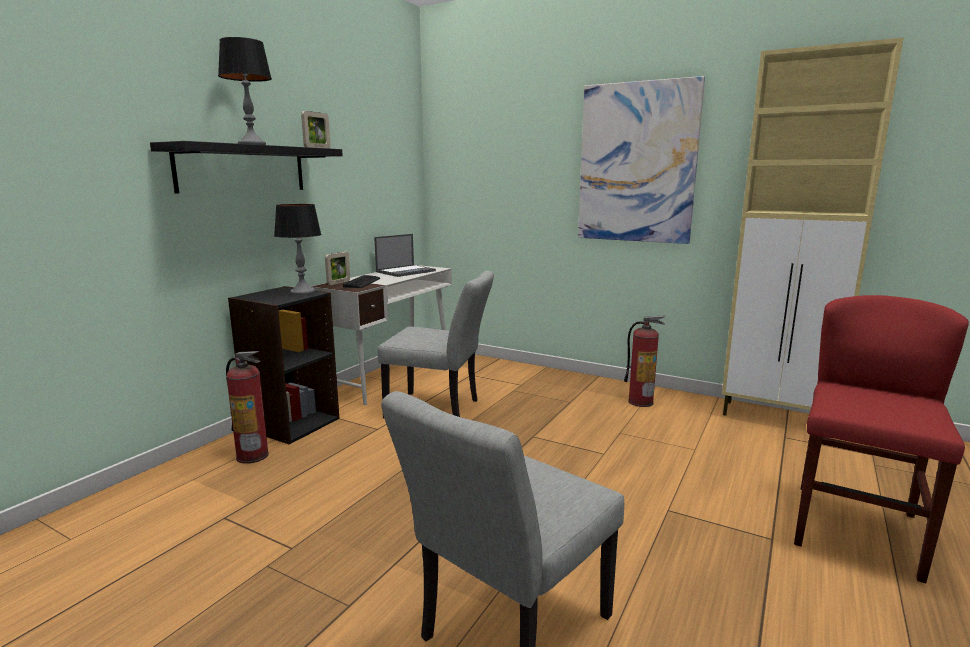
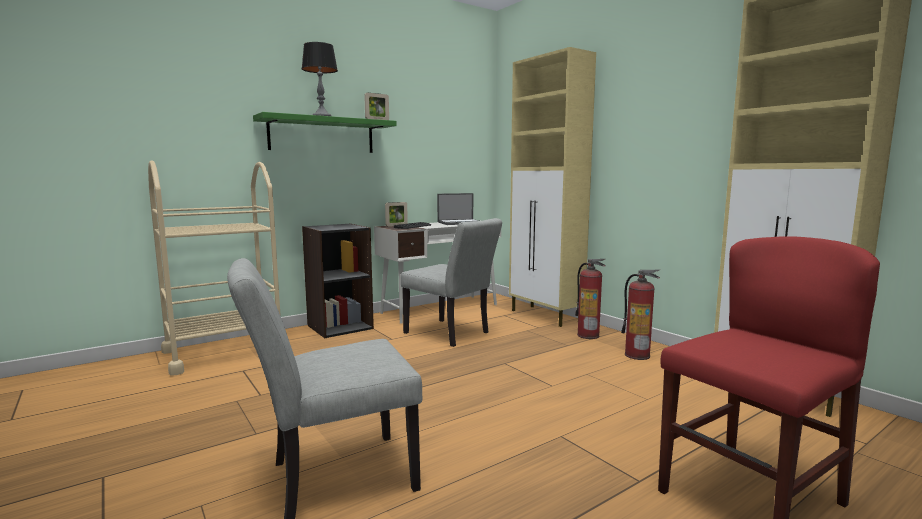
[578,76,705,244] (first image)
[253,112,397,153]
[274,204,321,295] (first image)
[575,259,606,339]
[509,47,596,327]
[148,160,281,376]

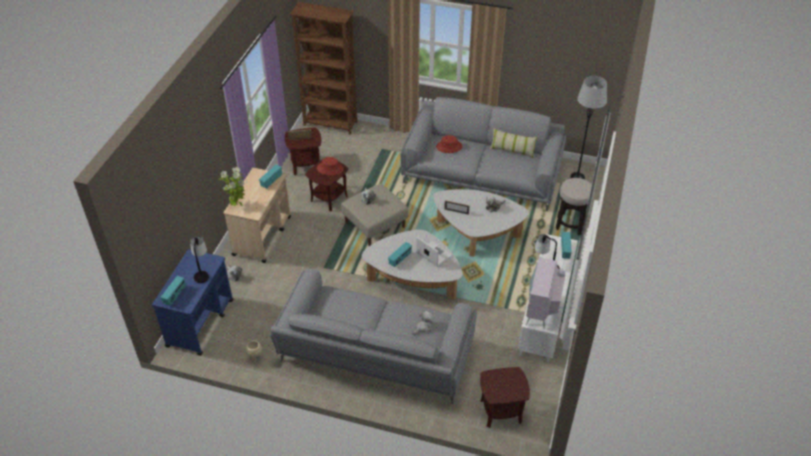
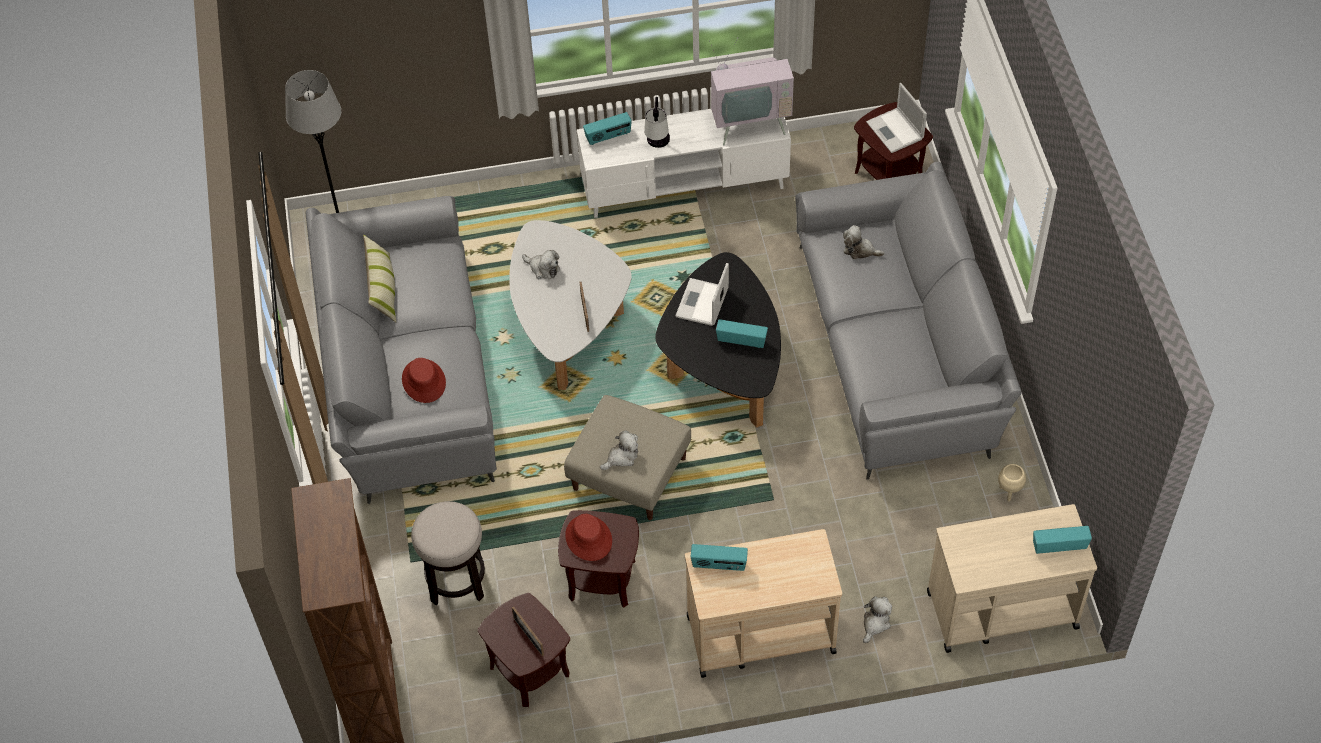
[218,167,245,206] (first image)
[411,501,485,605]
[655,252,781,428]
[190,236,209,283] (first image)
[927,504,1097,653]
[866,83,927,153]

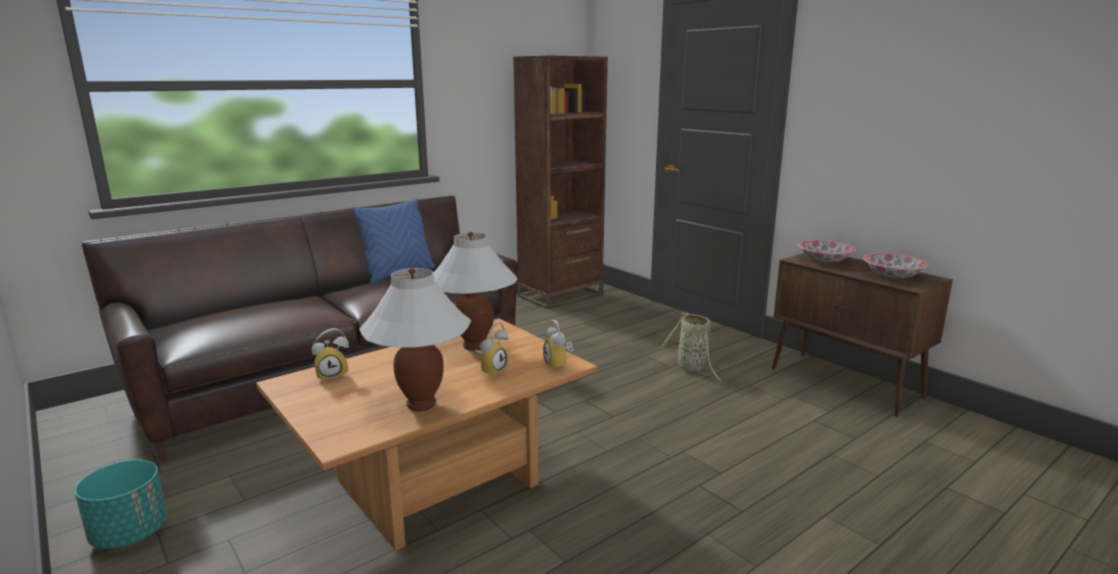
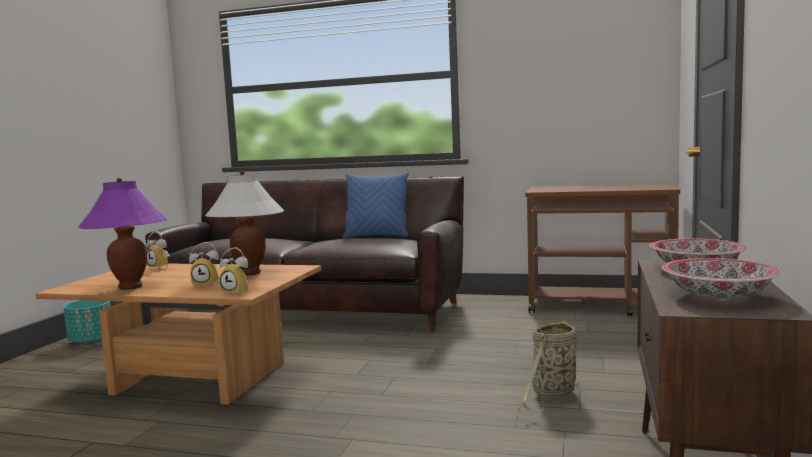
[526,183,680,316]
[78,178,167,290]
[220,247,248,296]

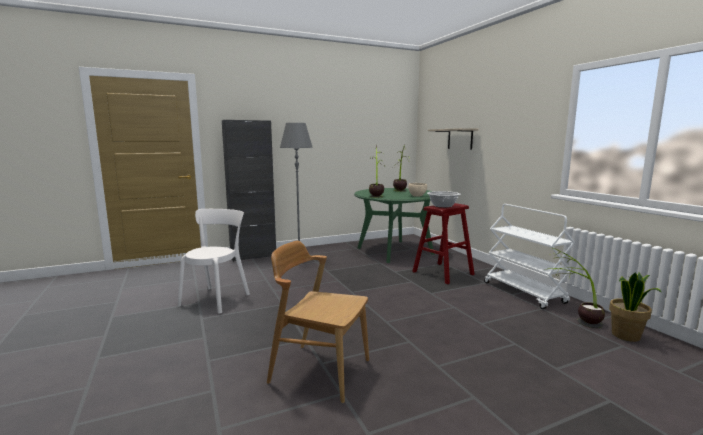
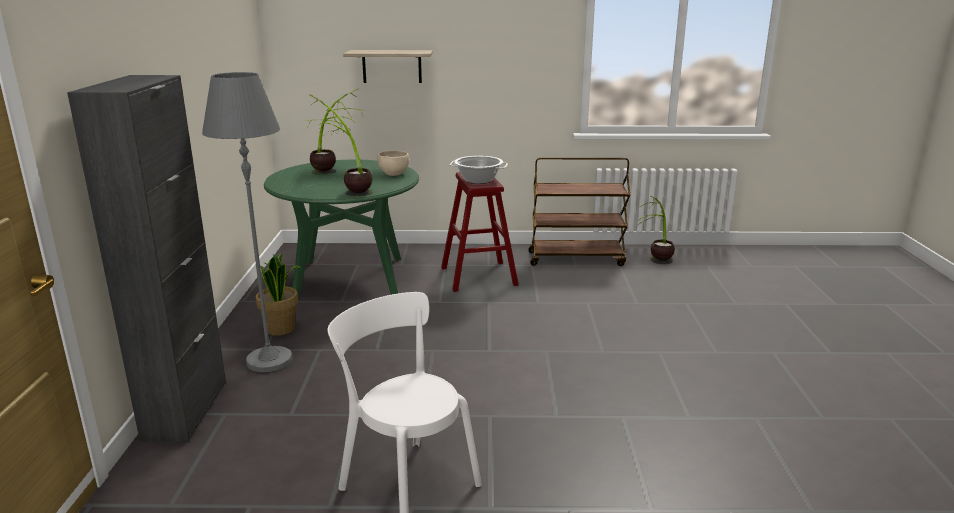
[528,157,630,266]
[267,241,369,403] (first image)
[256,252,301,336]

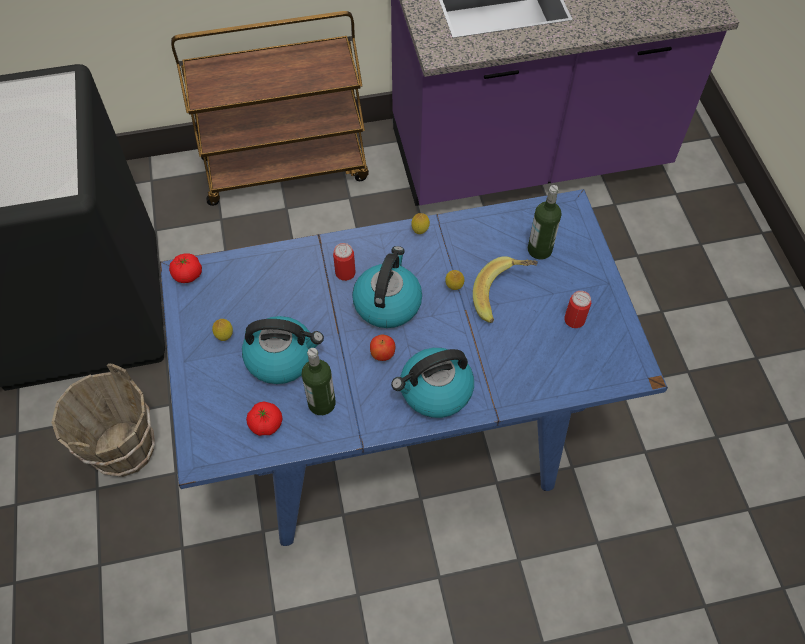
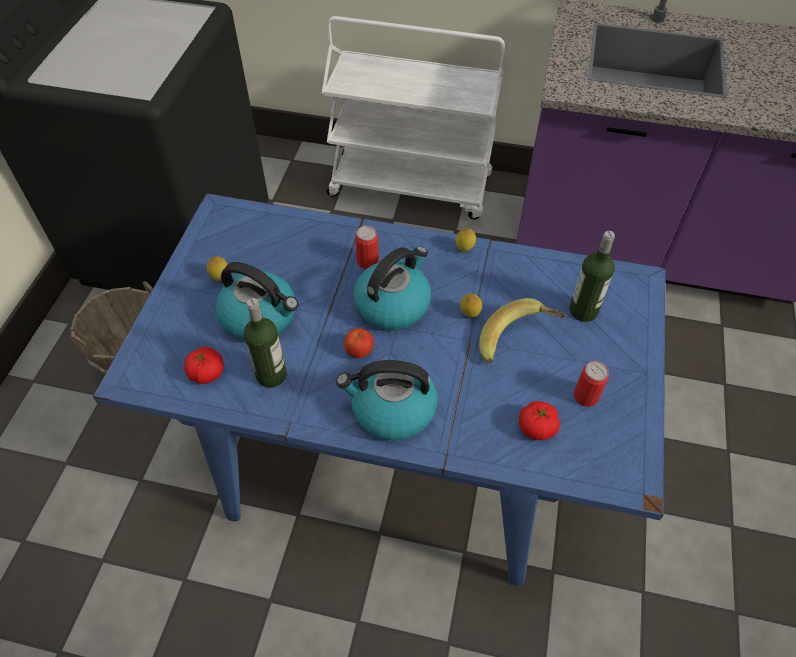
[322,16,505,220]
[519,401,560,441]

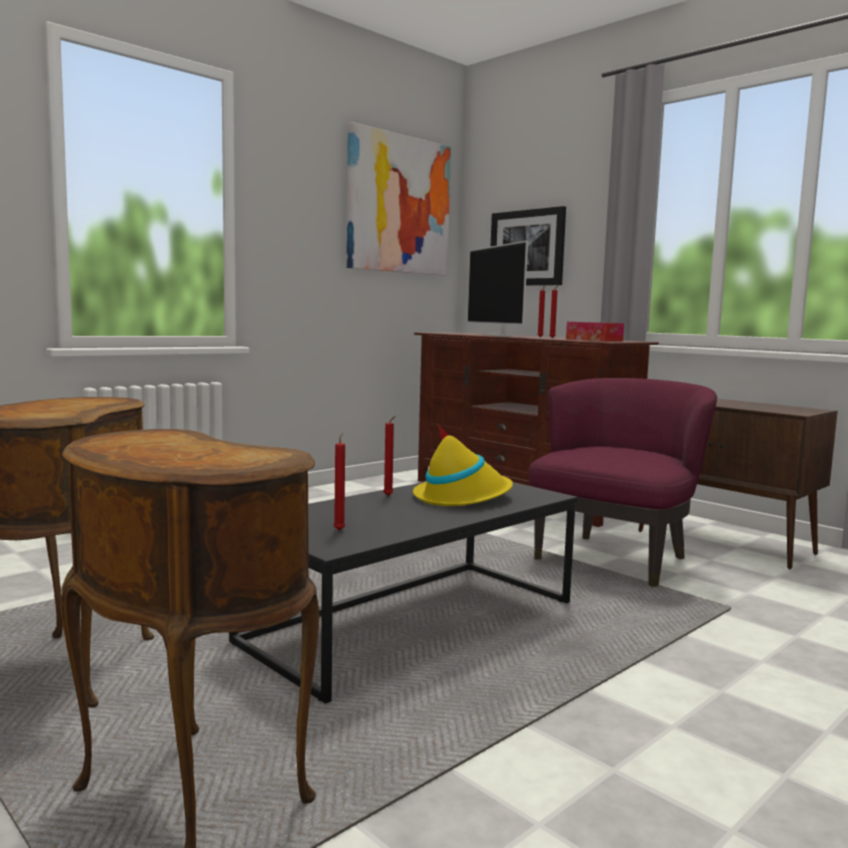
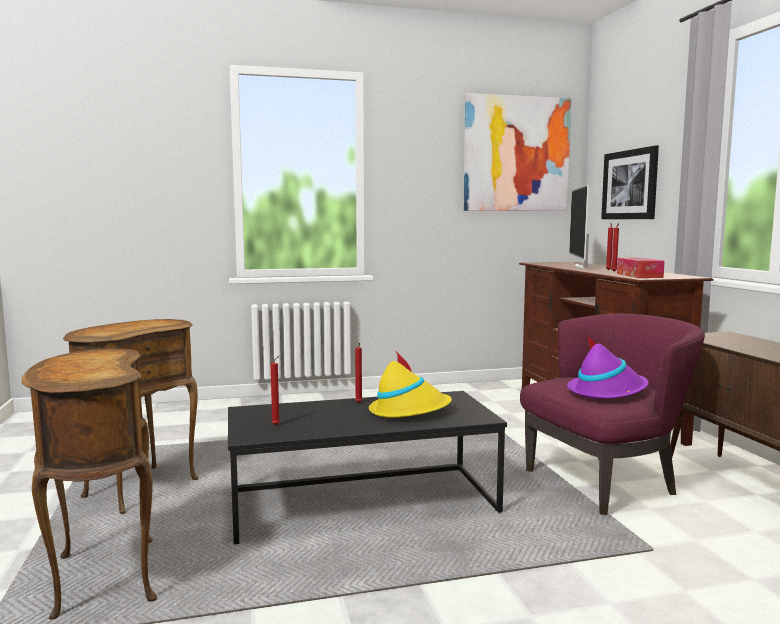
[567,334,649,399]

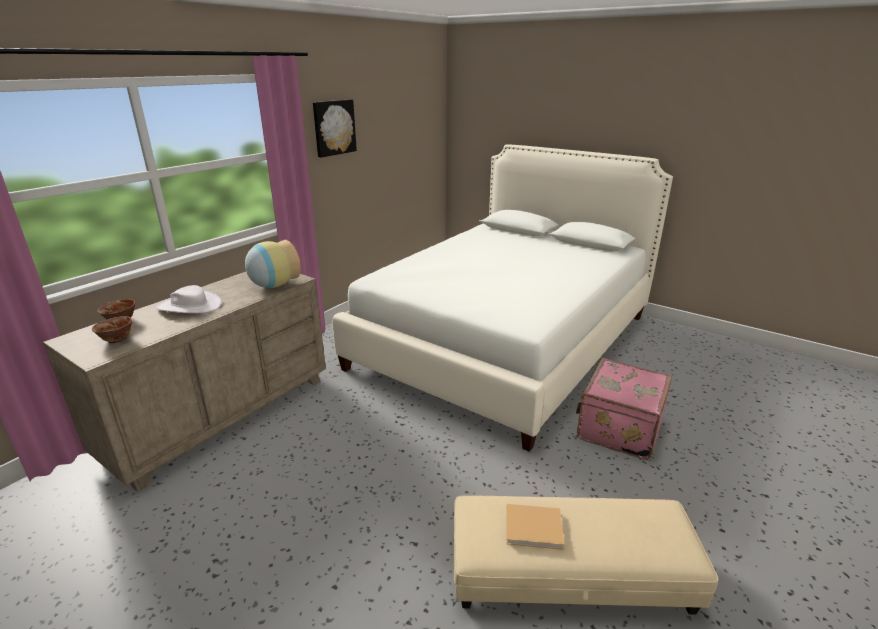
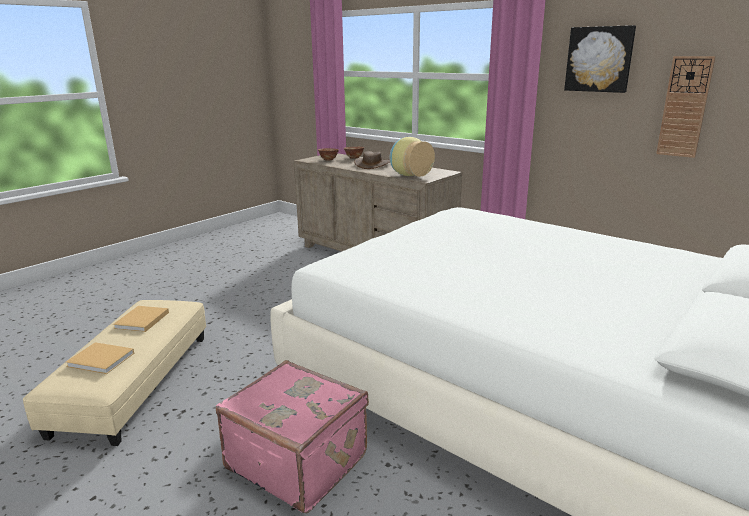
[354,151,390,169]
[656,56,716,158]
[66,342,134,374]

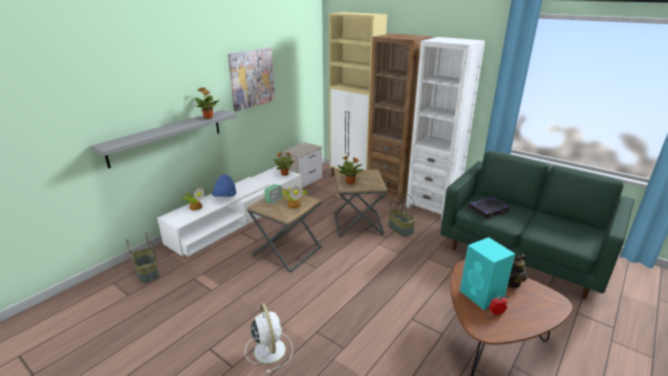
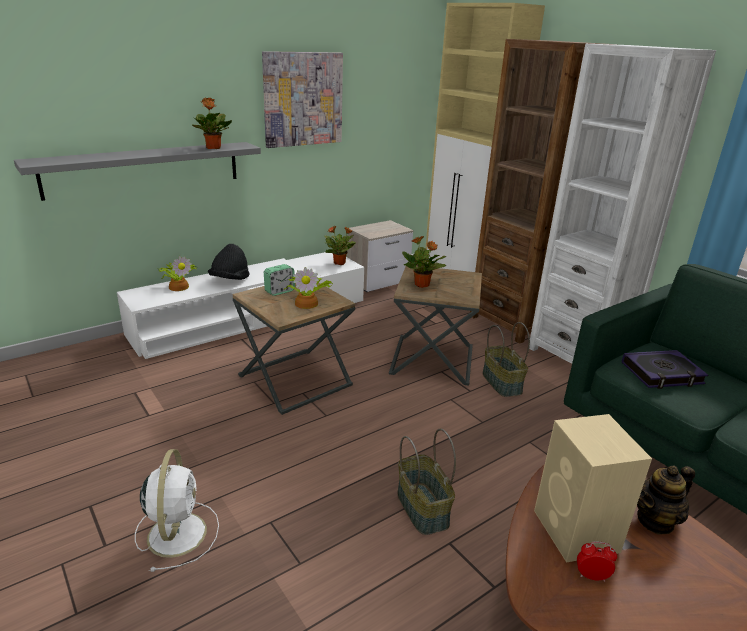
[208,244,250,280]
[397,429,456,535]
[534,414,652,562]

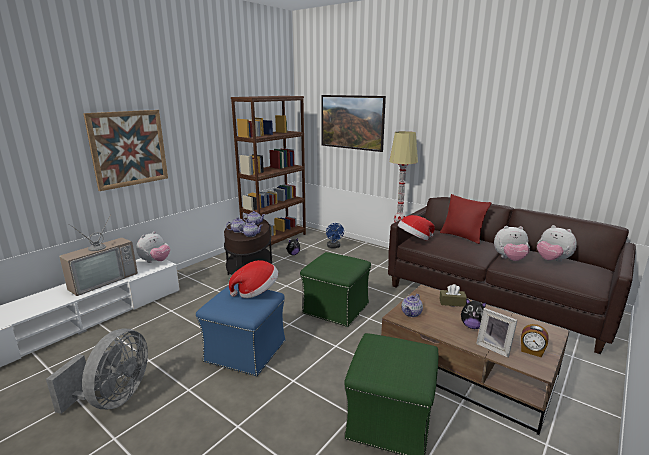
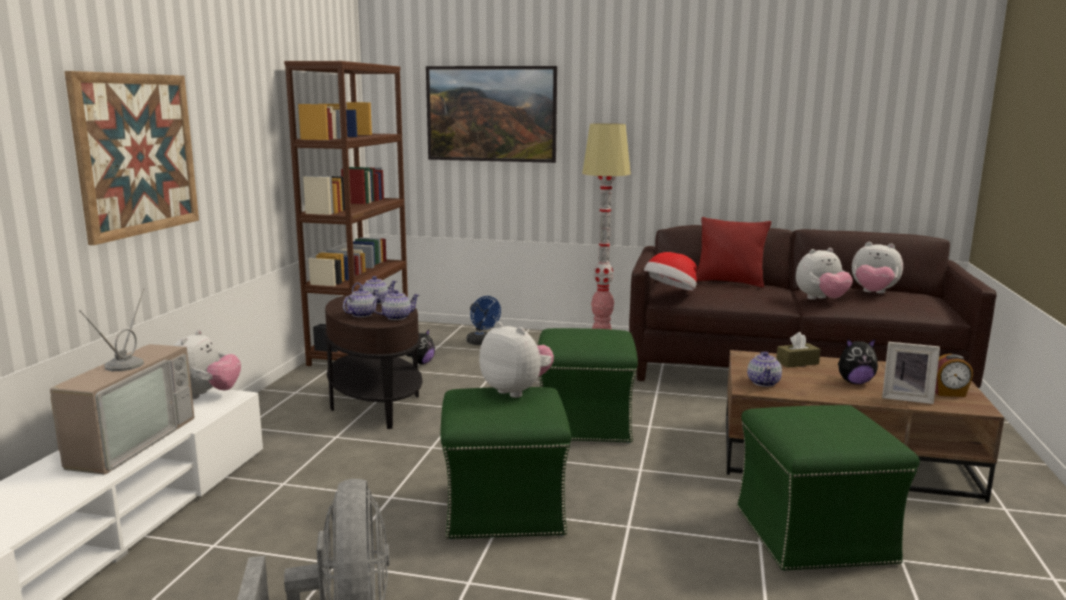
[479,321,554,398]
[440,387,571,540]

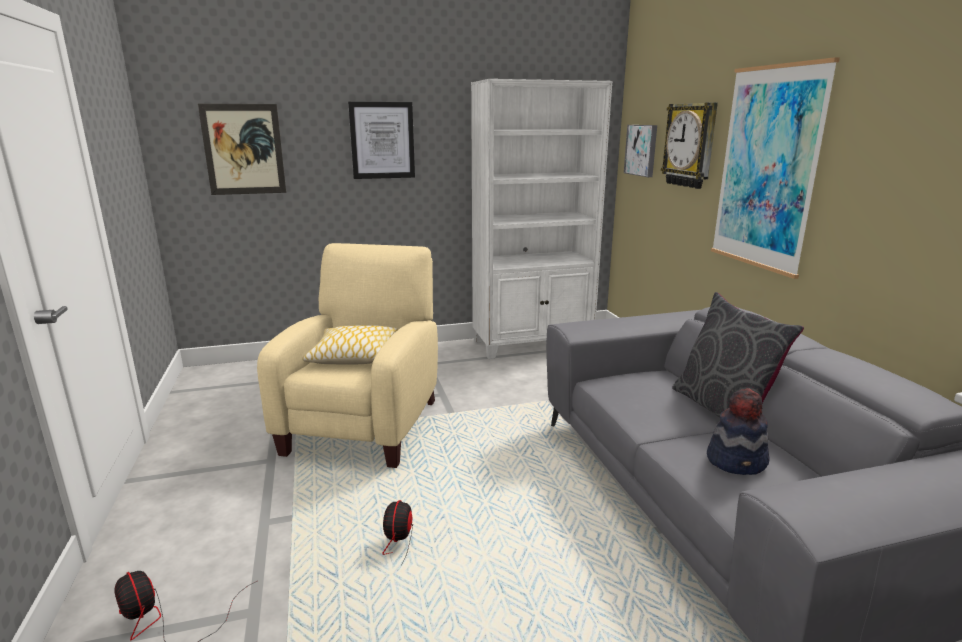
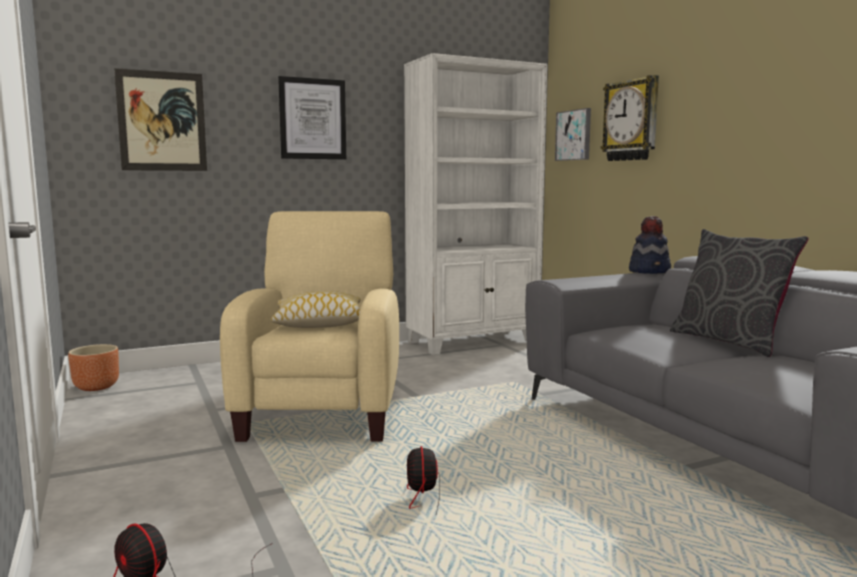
[711,57,840,279] (first image)
[629,216,671,274]
[68,344,119,391]

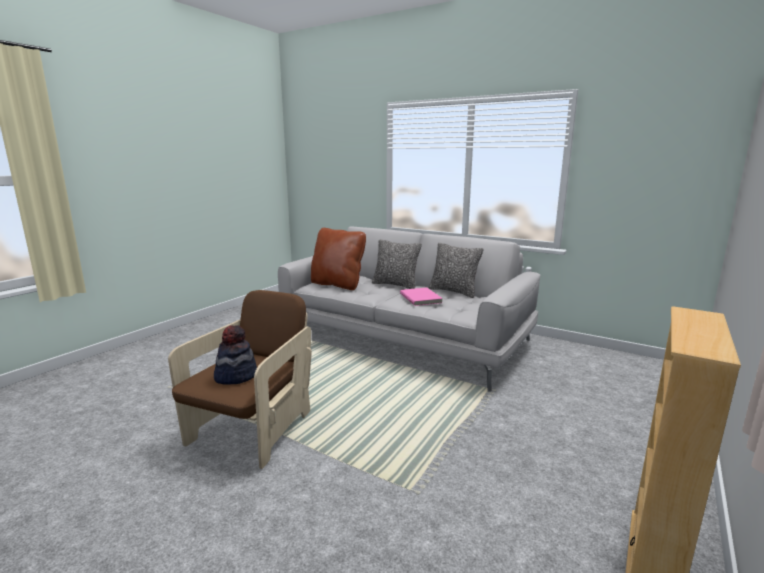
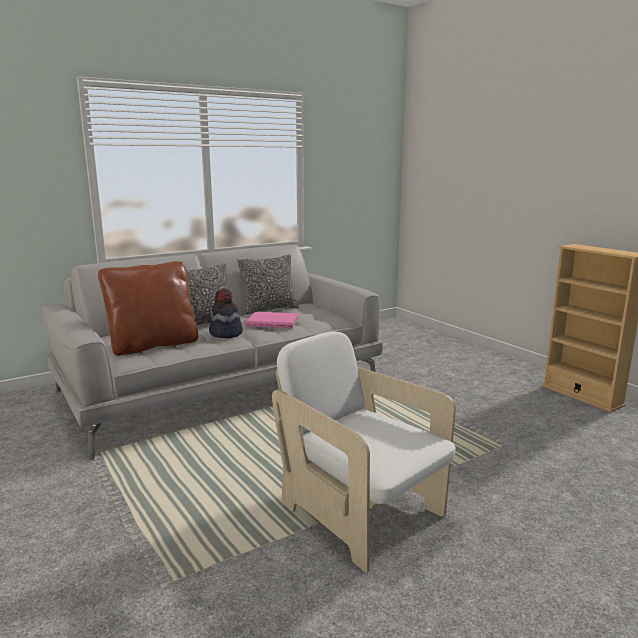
[272,332,456,573]
[209,288,243,338]

